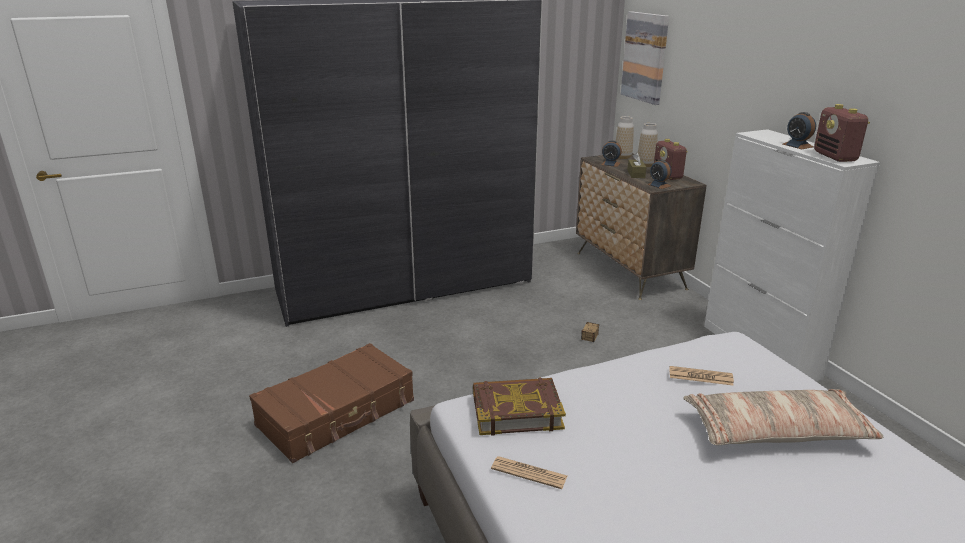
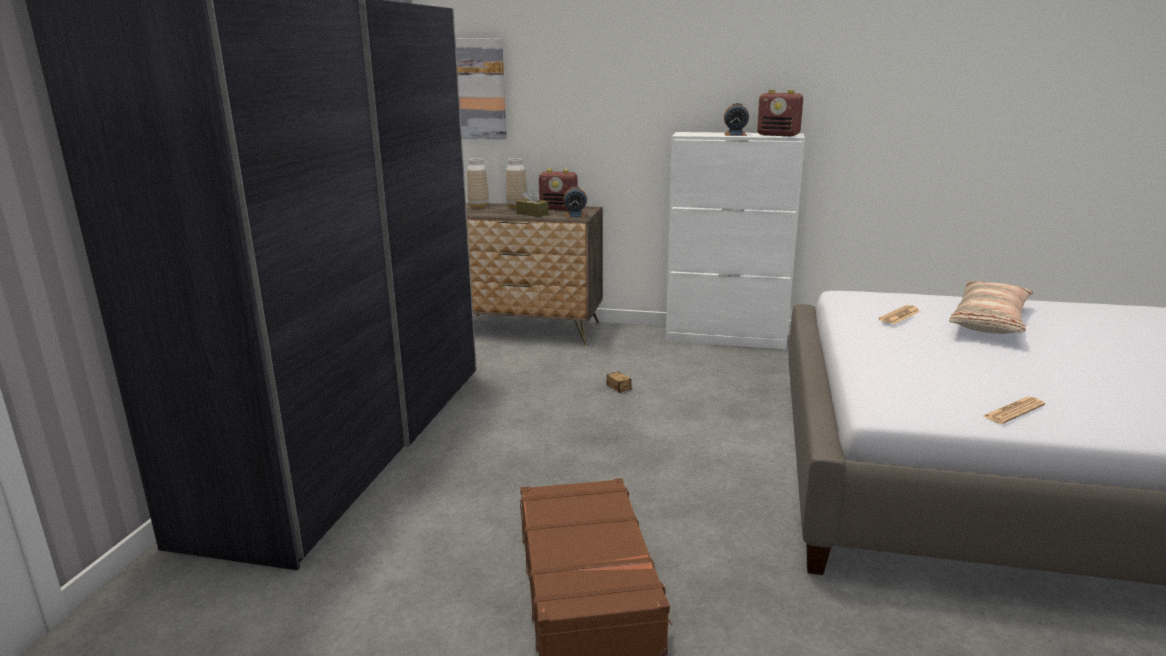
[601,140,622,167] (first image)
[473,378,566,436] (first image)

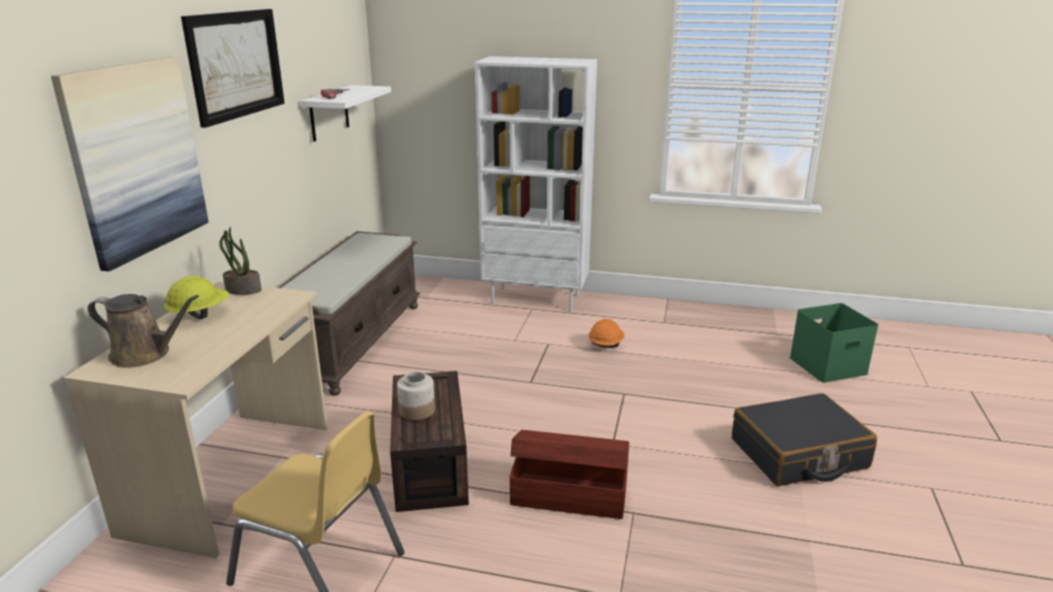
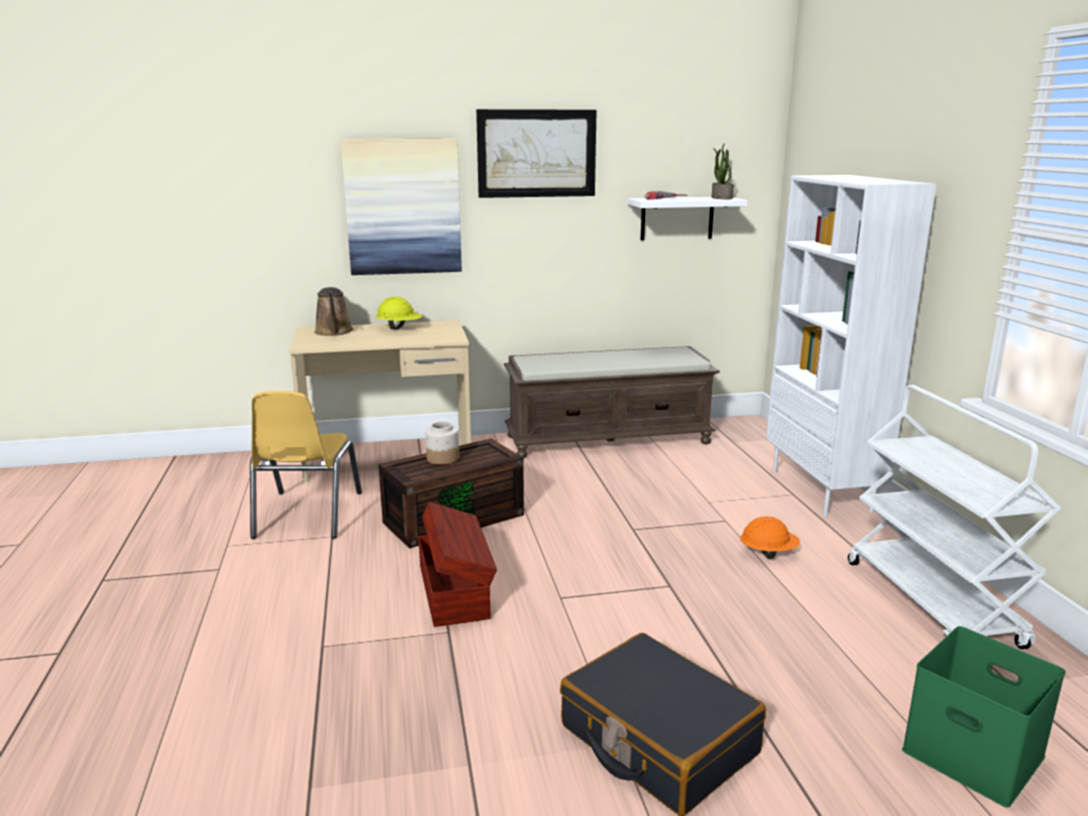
[712,143,734,199]
[848,385,1061,649]

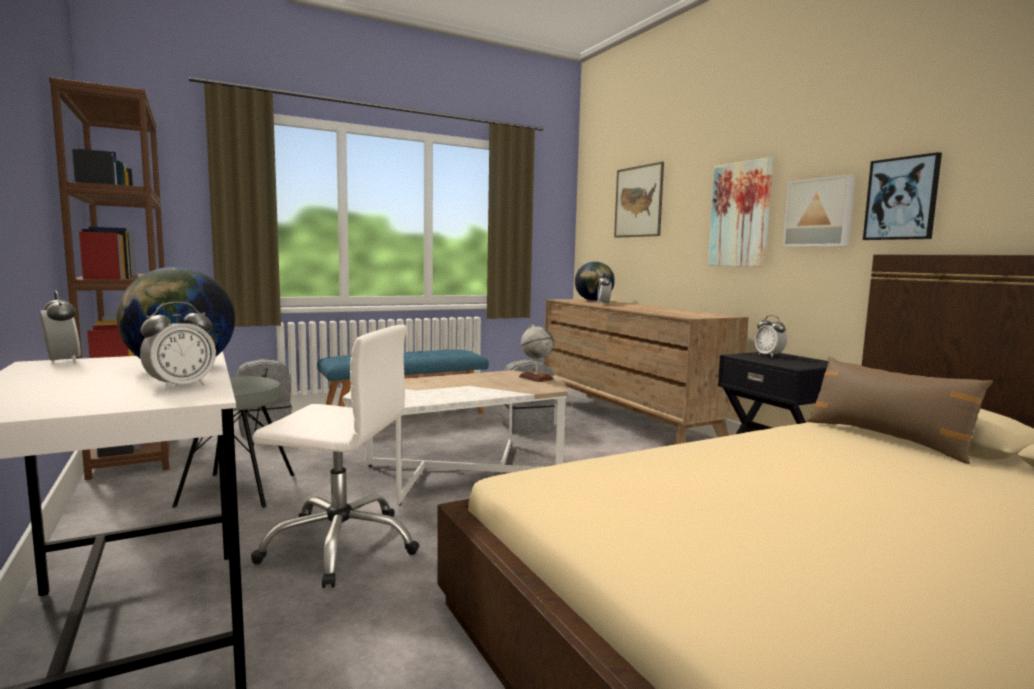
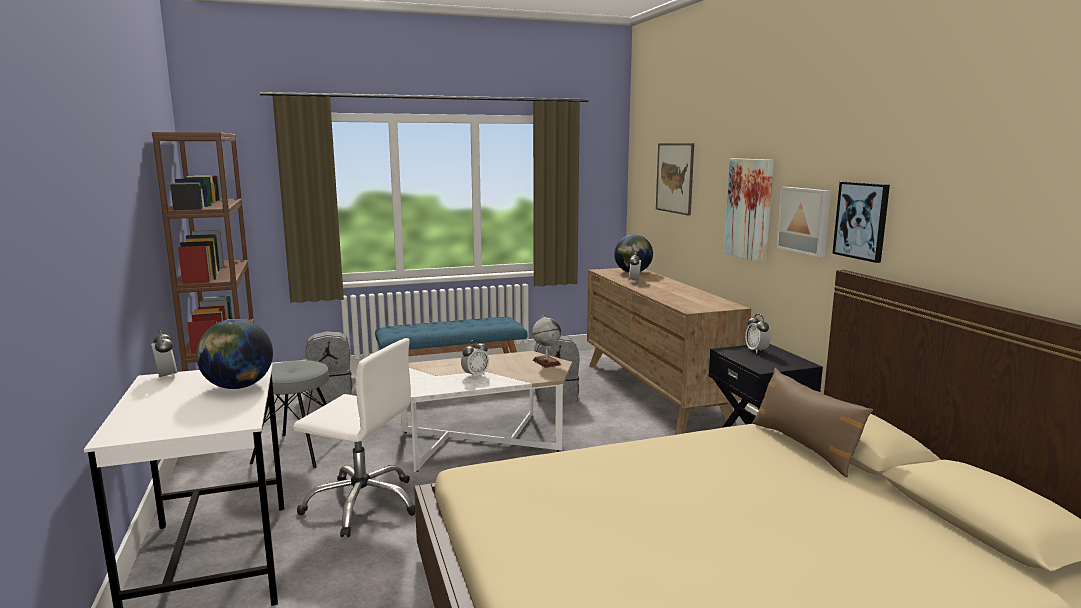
[461,340,489,378]

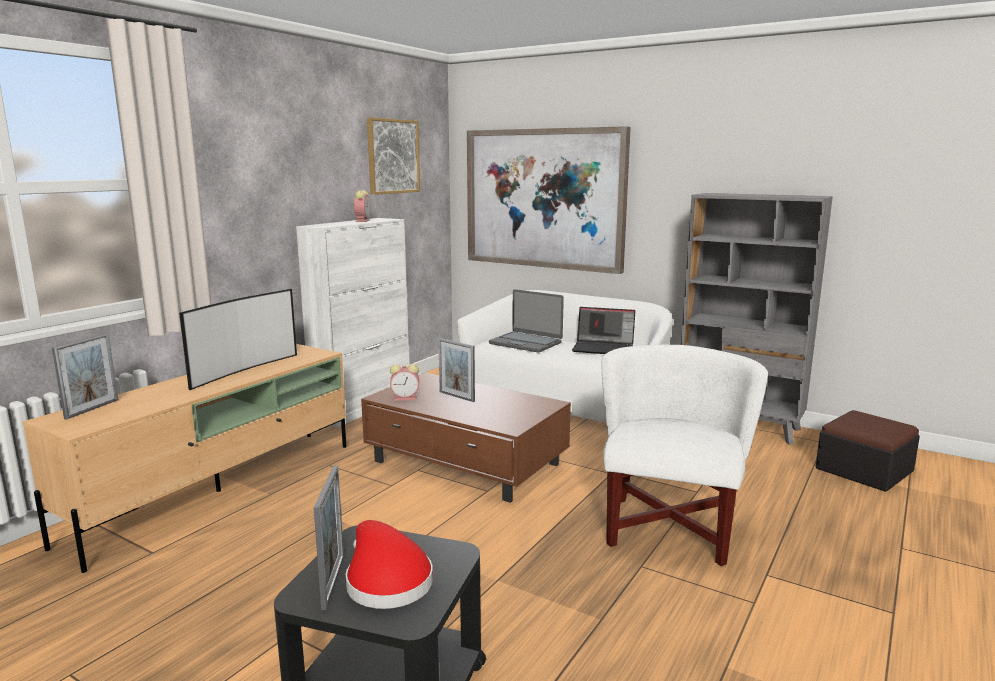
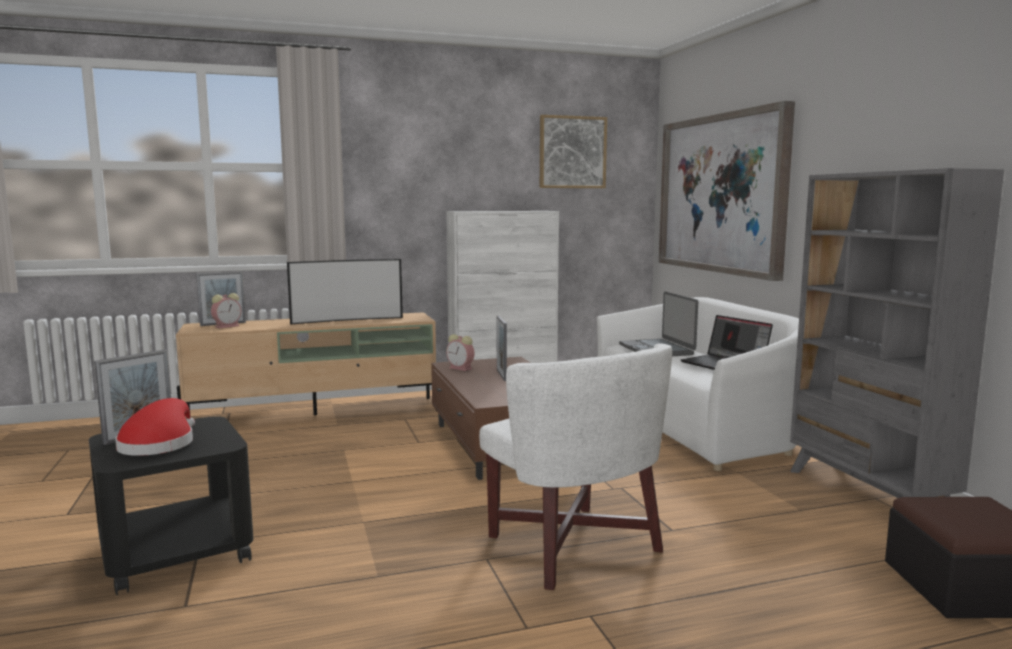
[211,293,241,329]
[479,343,672,590]

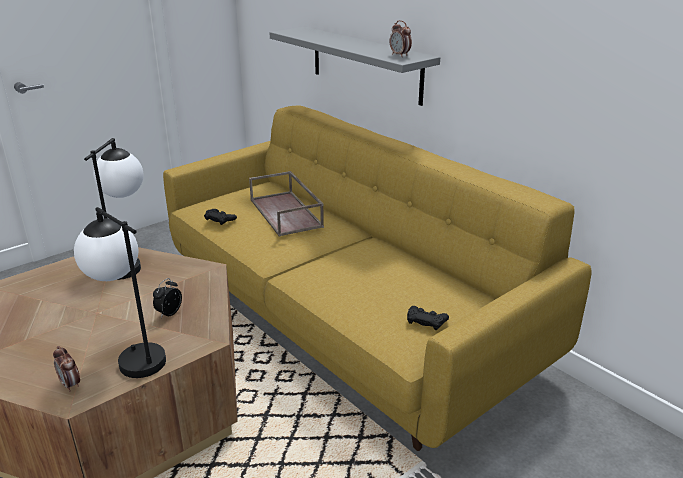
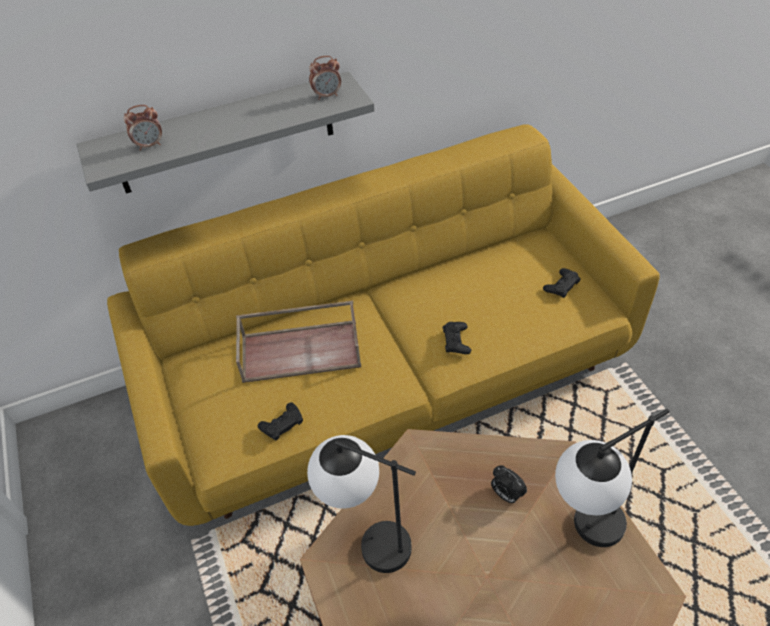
[124,105,162,151]
[443,322,471,354]

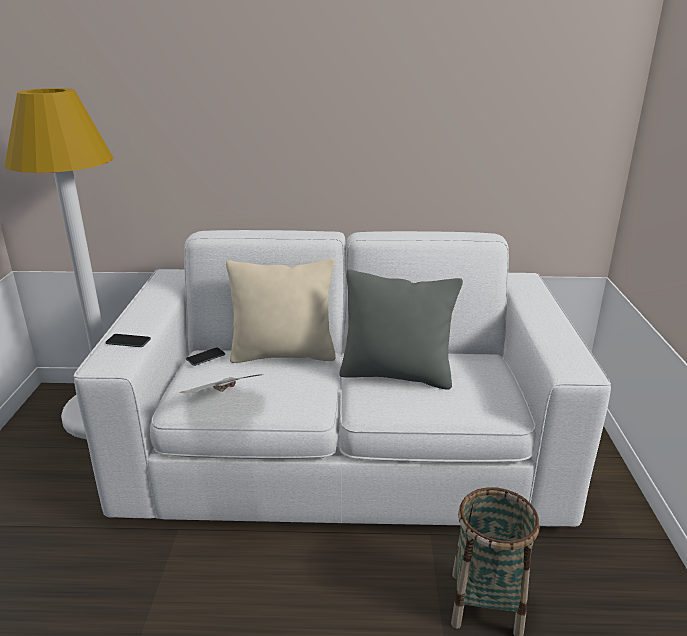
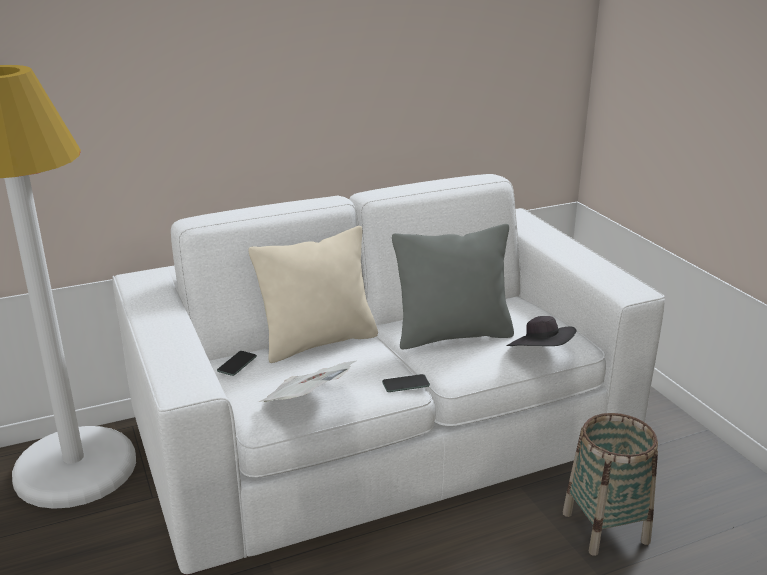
[382,374,430,392]
[506,316,577,346]

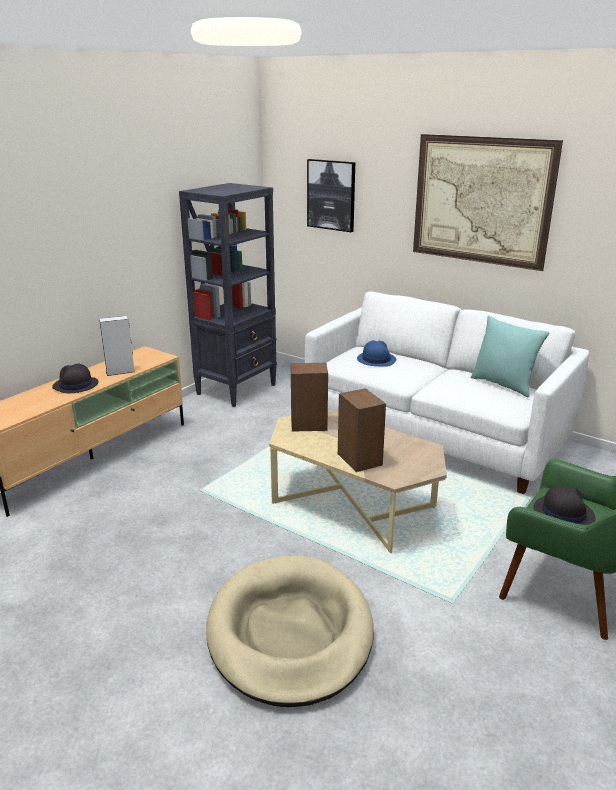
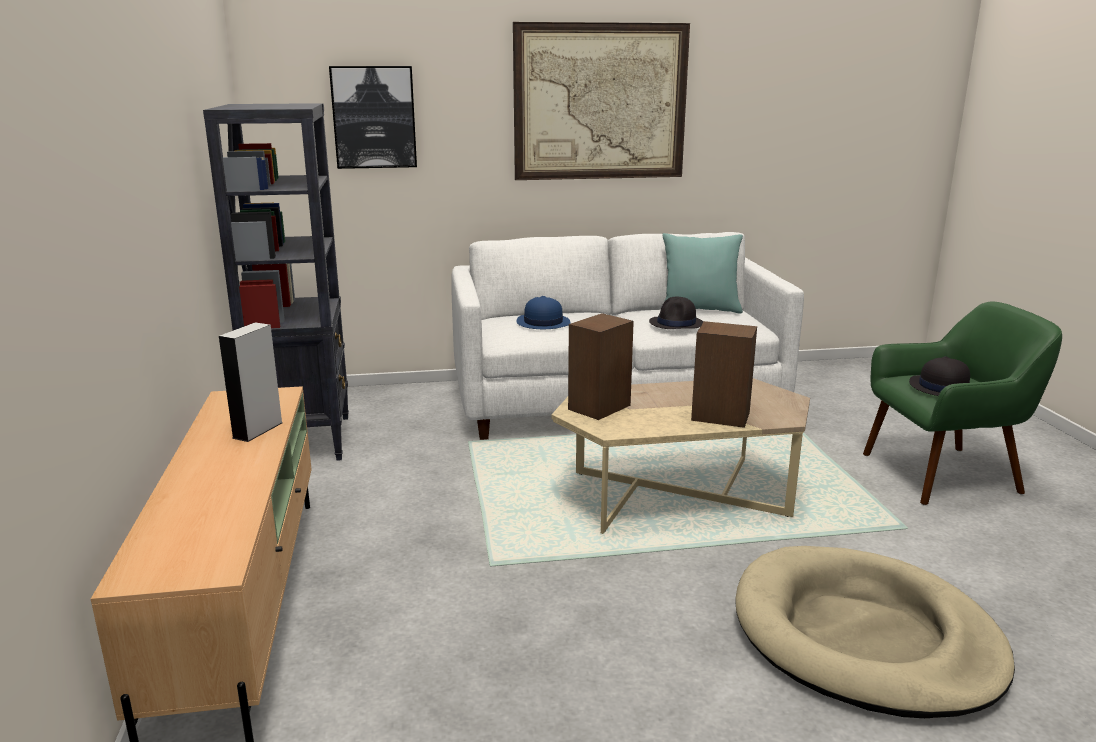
[649,297,703,329]

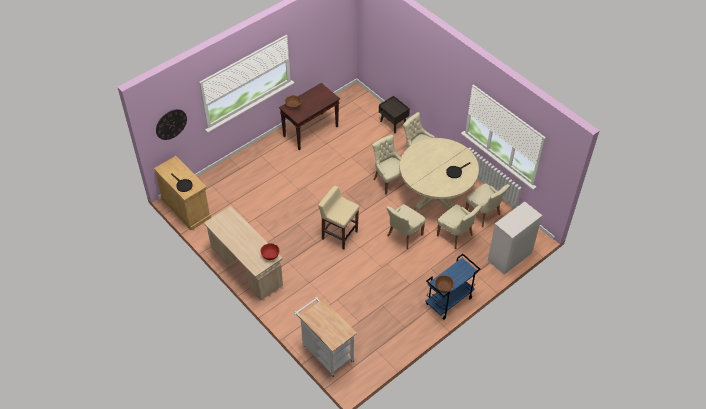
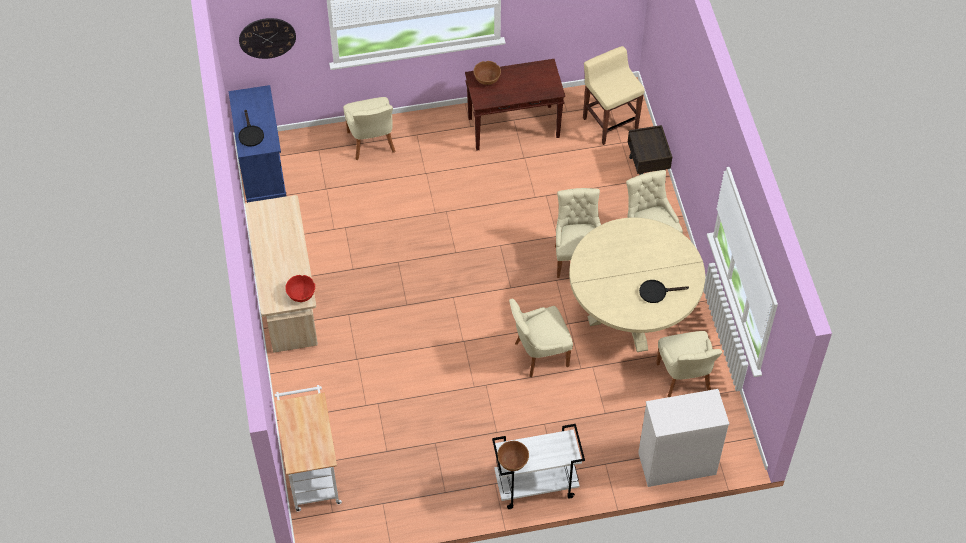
[228,85,286,203]
[583,46,645,145]
[343,97,395,160]
[492,424,585,509]

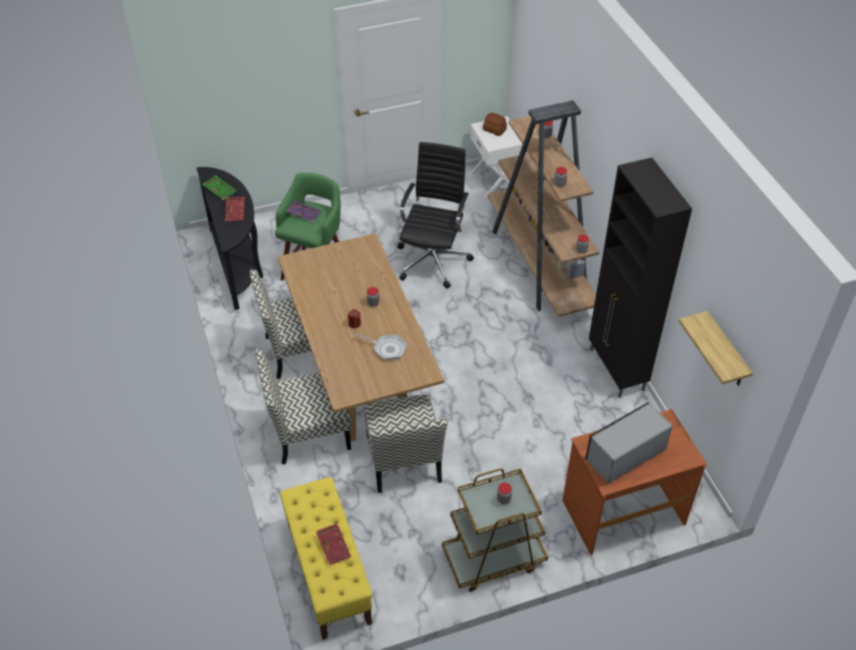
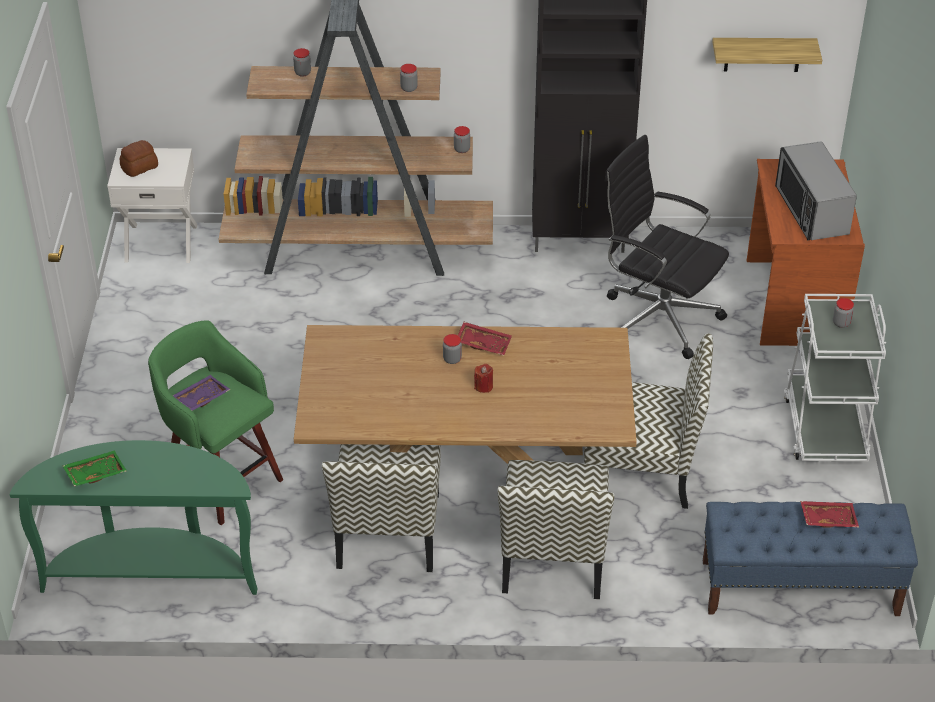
[604,135,729,359]
[9,440,258,595]
[458,322,512,356]
[355,333,407,360] (first image)
[784,294,886,461]
[703,502,918,616]

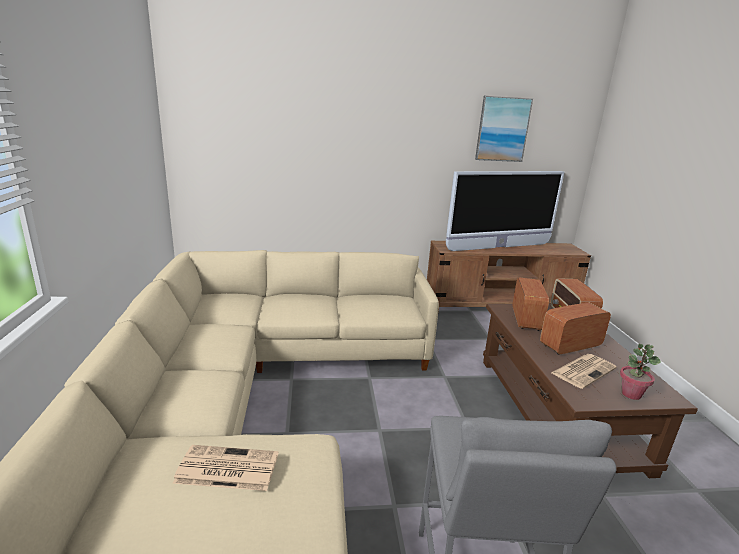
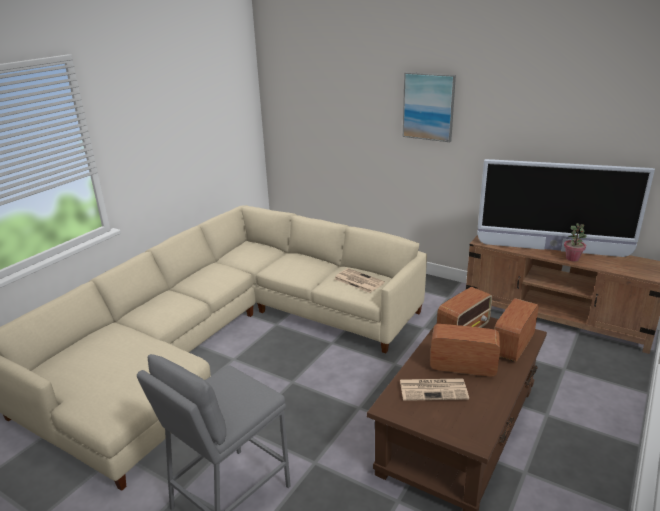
[403,72,456,142]
[564,223,587,262]
[334,268,385,293]

